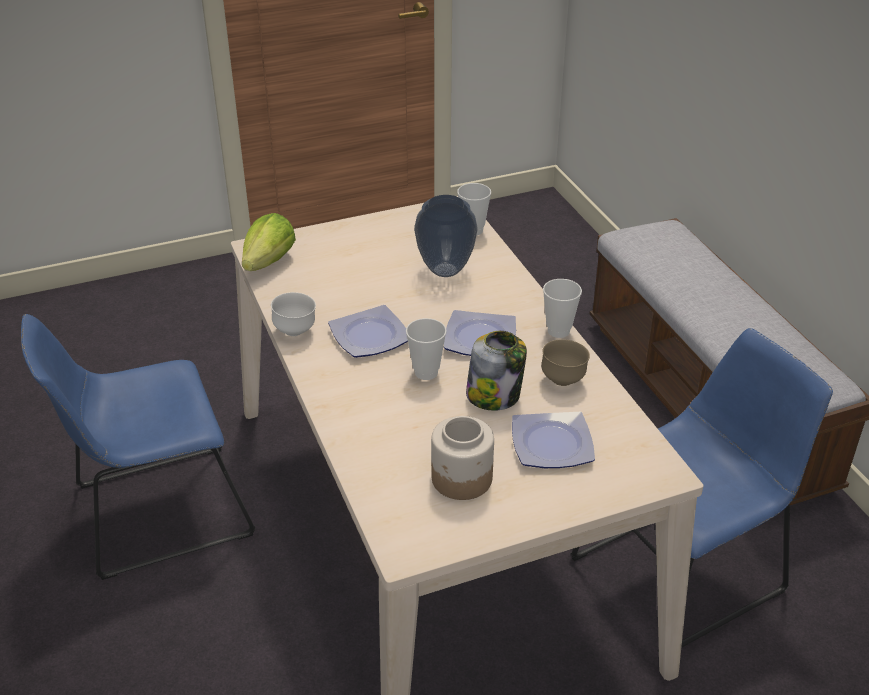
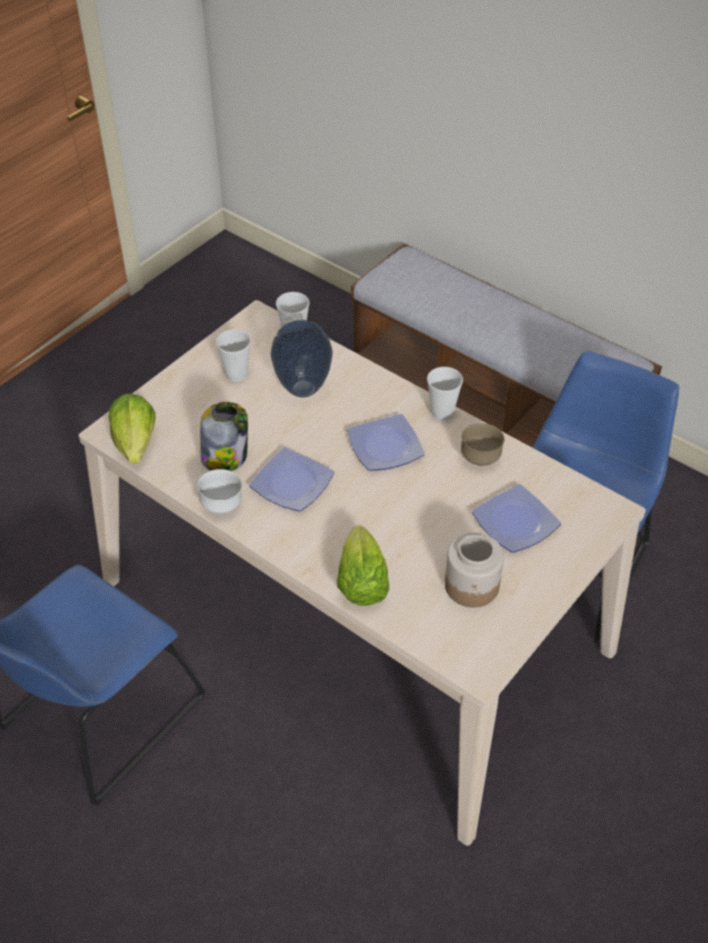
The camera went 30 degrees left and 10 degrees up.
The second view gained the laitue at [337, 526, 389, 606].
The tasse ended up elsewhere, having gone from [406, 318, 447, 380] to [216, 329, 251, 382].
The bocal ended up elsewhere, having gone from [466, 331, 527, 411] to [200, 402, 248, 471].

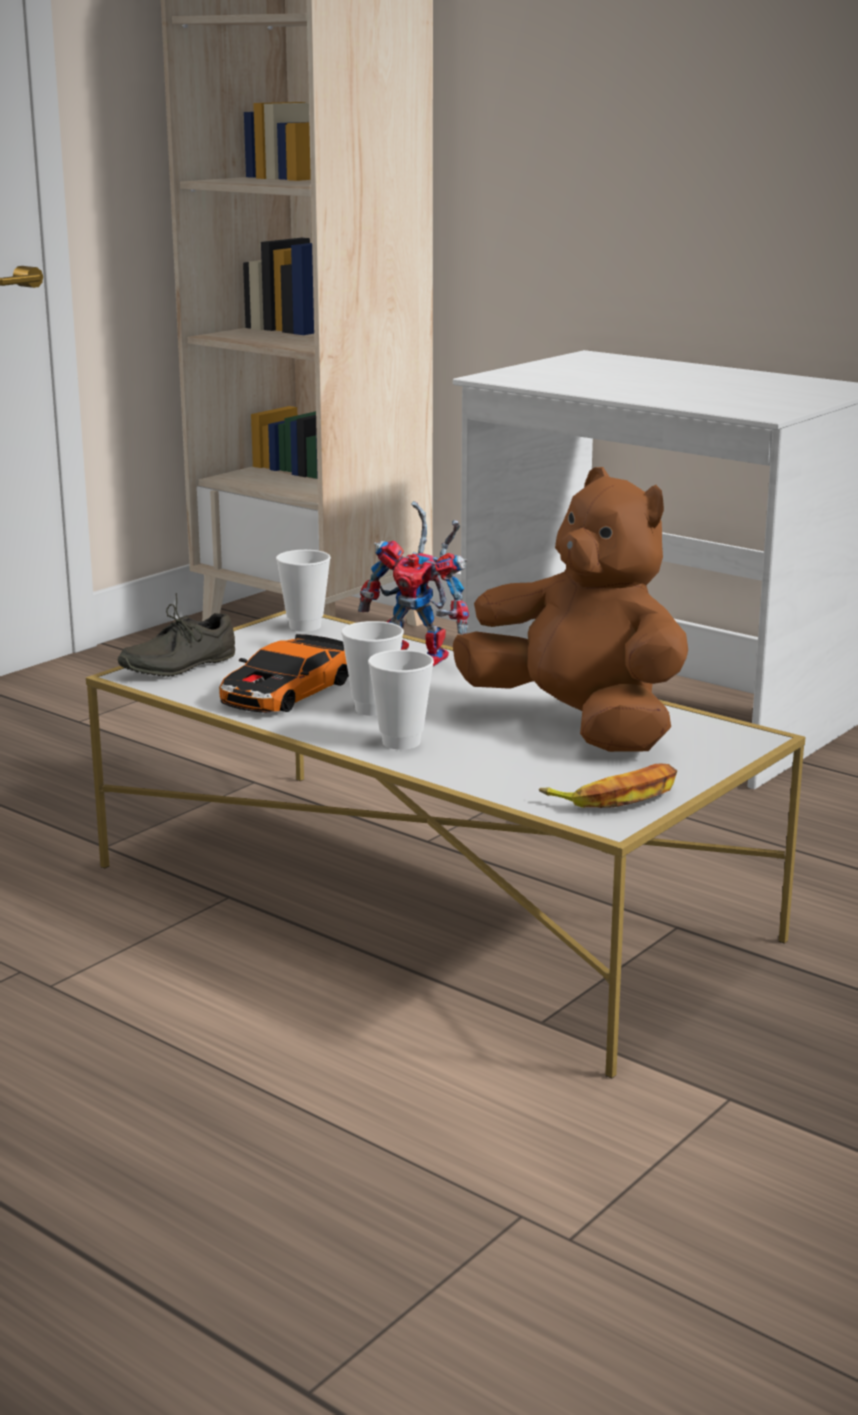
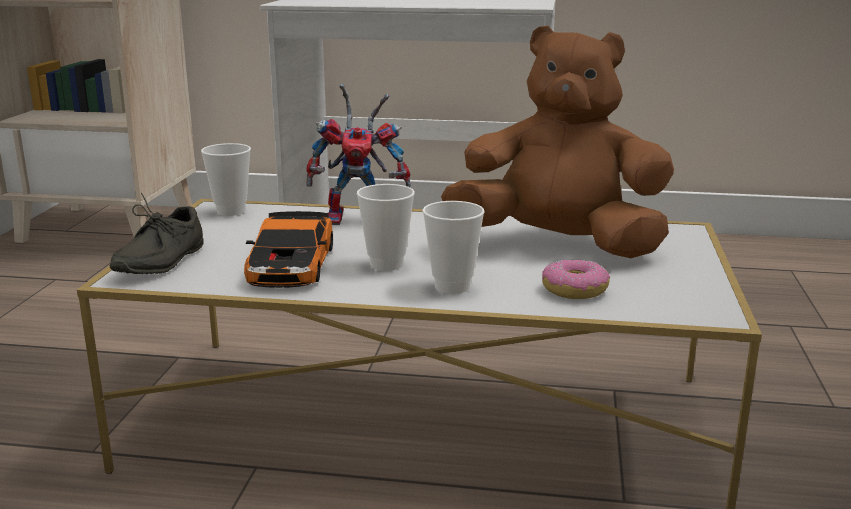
The camera went 30 degrees left and 0 degrees up.
The second view lost the banane at [539, 763, 677, 808].
The second view gained the beignet at [542, 260, 610, 299].

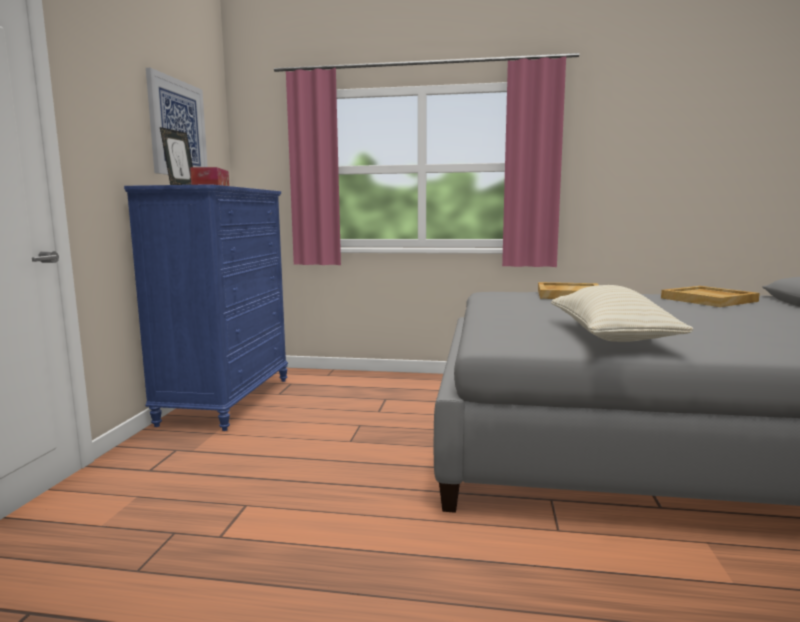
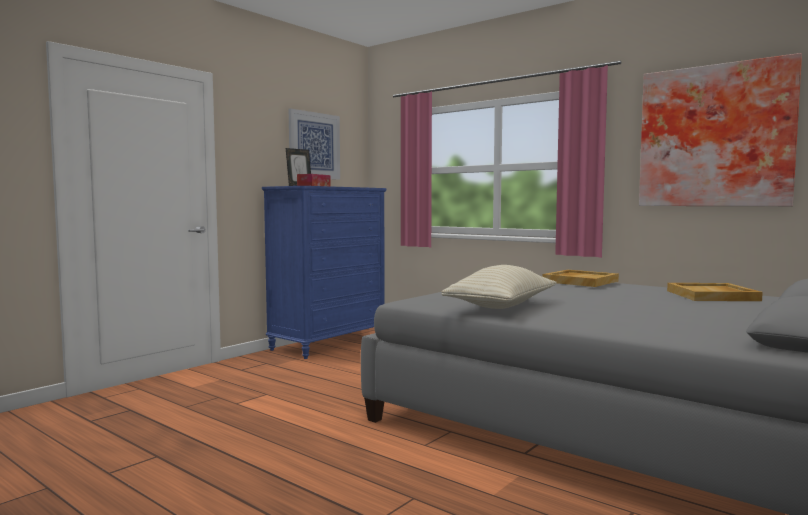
The camera went 30 degrees right and 5 degrees down.
The second view gained the tableau at [639, 53, 802, 206].

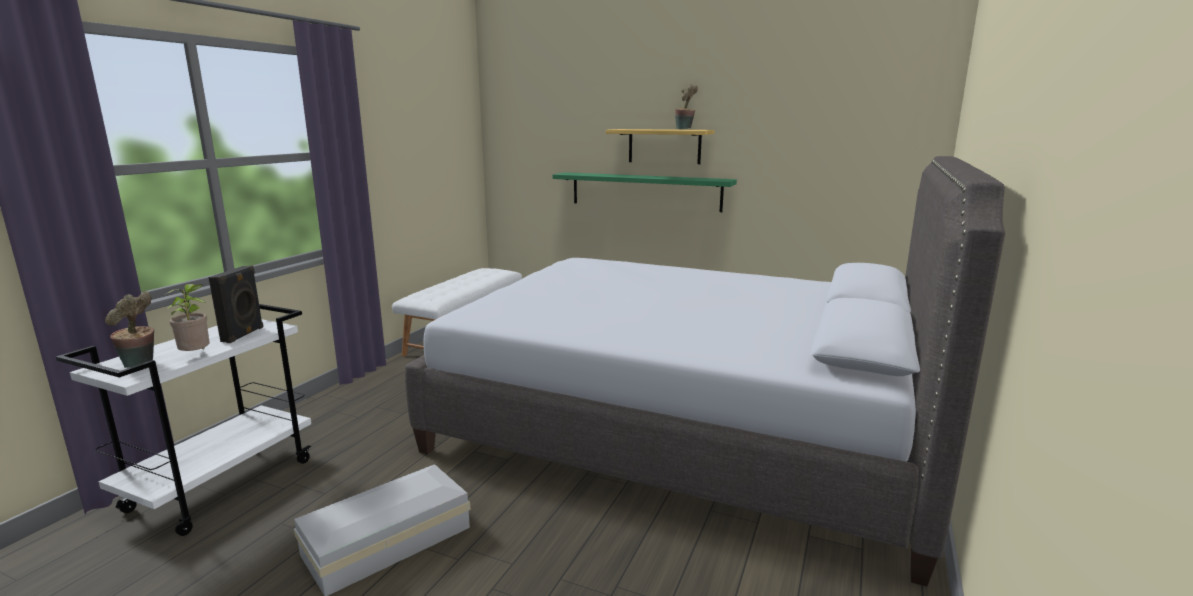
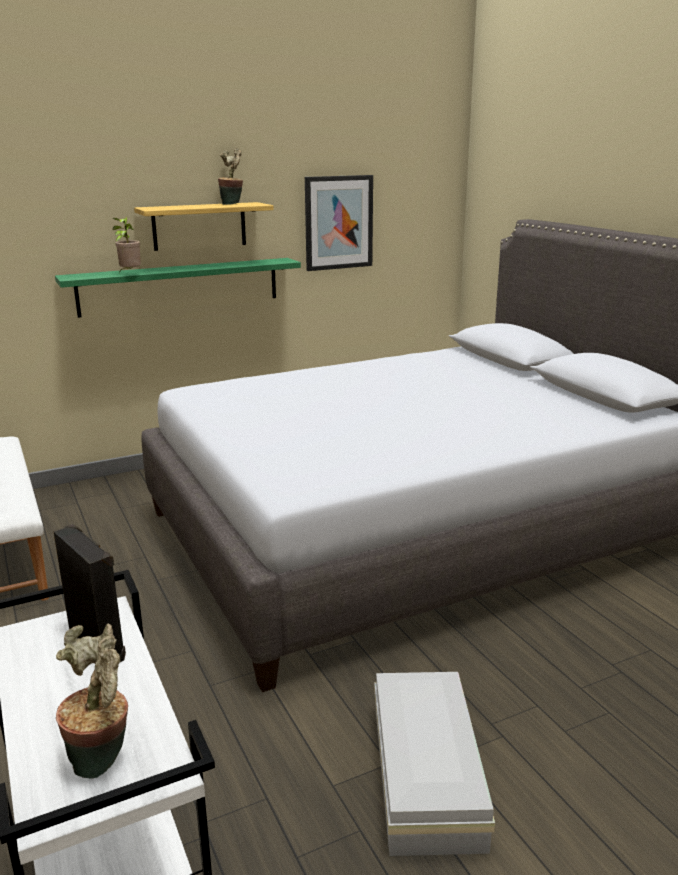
The camera went 50 degrees left and 5 degrees up.
The second view gained the tableau at [305, 175, 373, 271].
The plante en pot ended up elsewhere, having gone from [164, 284, 210, 351] to [113, 216, 141, 273].

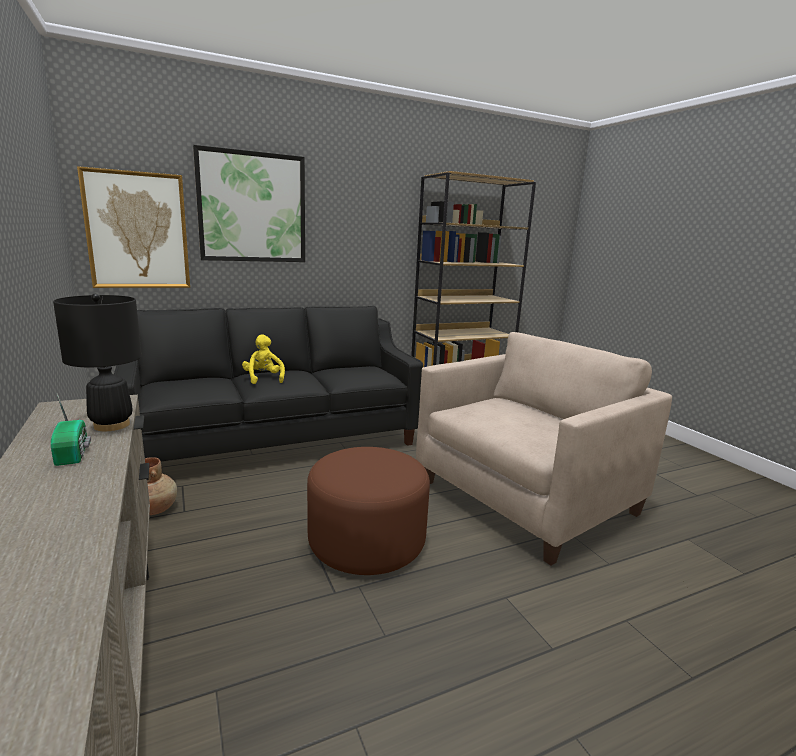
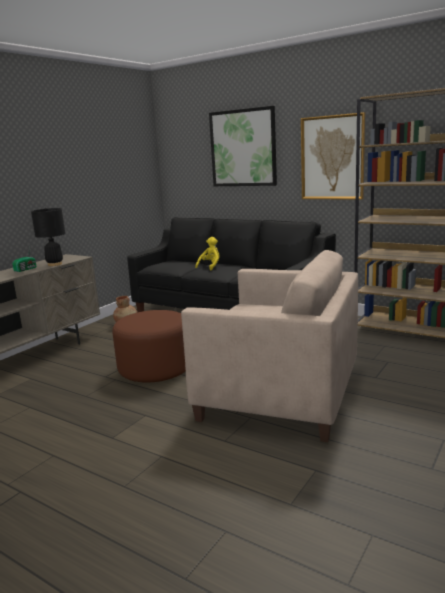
The camera went 60 degrees right and 0 degrees up.
The tableau ended up elsewhere, having gone from [77, 166, 190, 288] to [301, 112, 365, 200].

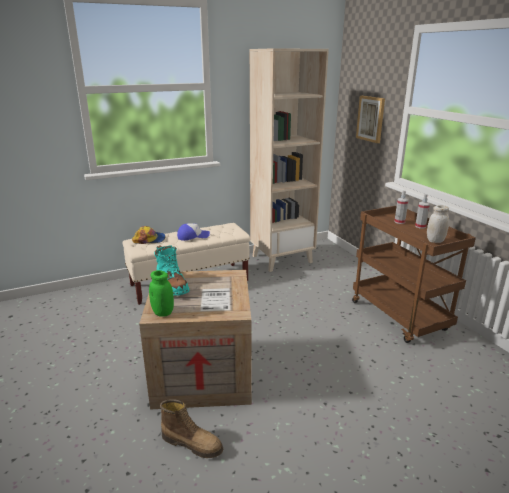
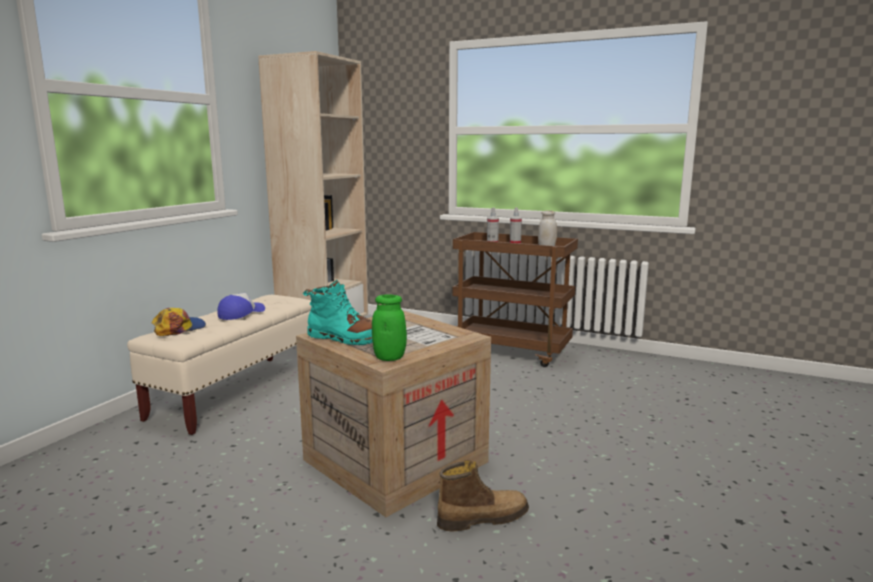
The camera went 40 degrees left and 10 degrees down.
The second view lost the tableau at [356, 96, 385, 143].

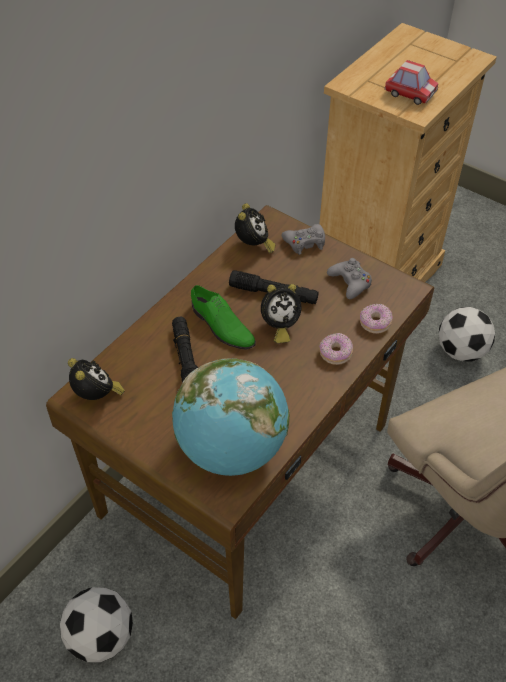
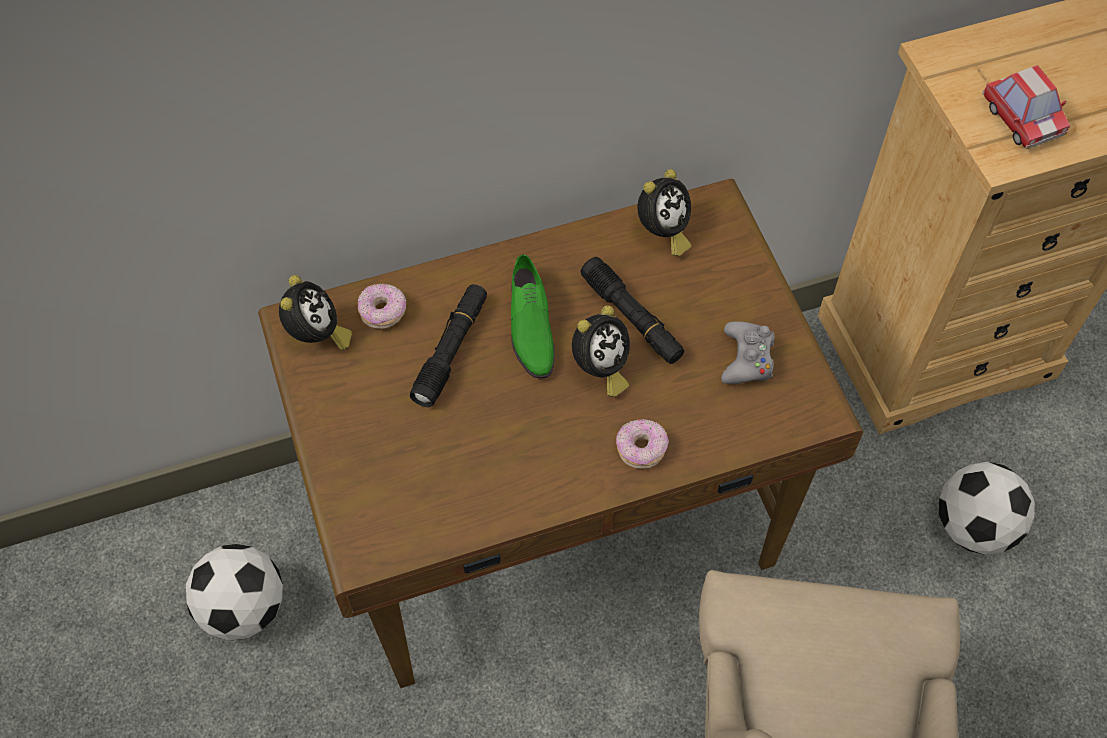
The camera went 35 degrees right and 10 degrees up.
The second view lost the globe at [172, 358, 289, 476].
The second view lost the manette/gris at [282, 224, 325, 255].
The beignet ended up elsewhere, having gone from [360, 304, 393, 334] to [358, 284, 406, 329].
The réveil at [261, 284, 301, 343] ended up facing another way, 60 degrees counterclockwise from before.

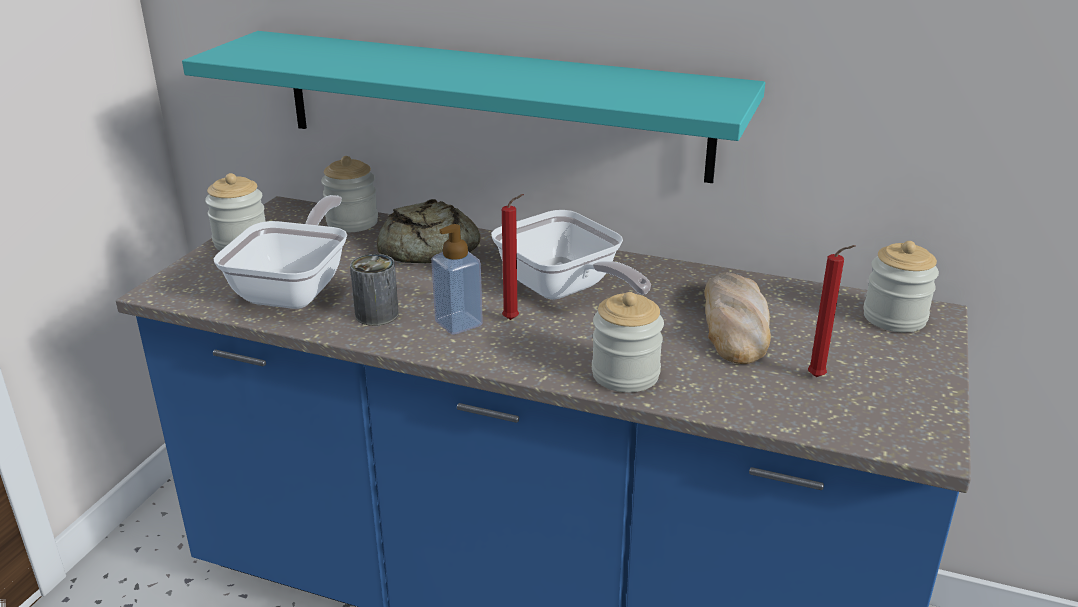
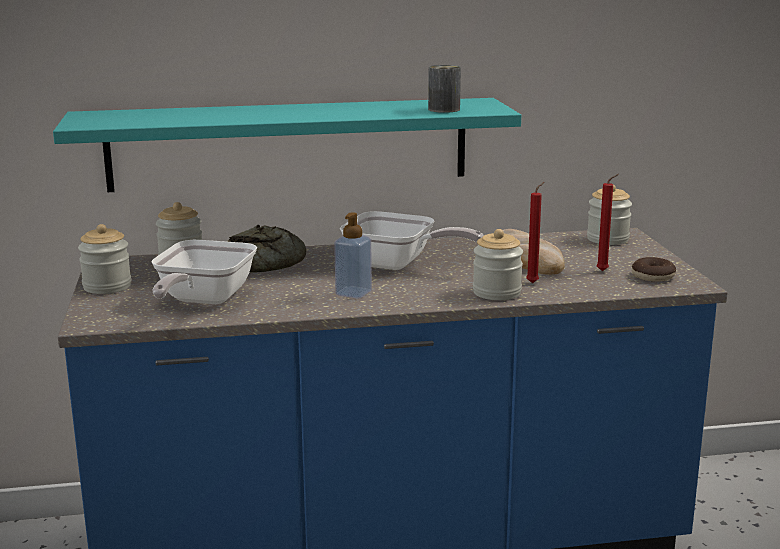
The camera went 30 degrees left and 10 degrees down.
The second view gained the beignet at [632, 257, 676, 282].
The boîte métallique ended up elsewhere, having gone from [350, 254, 399, 326] to [428, 65, 461, 113].
The bougie/rouge ended up elsewhere, having gone from [502, 194, 524, 320] to [526, 182, 544, 283].
The poêle at [213, 195, 347, 309] ended up facing another way, 150 degrees counterclockwise from before.

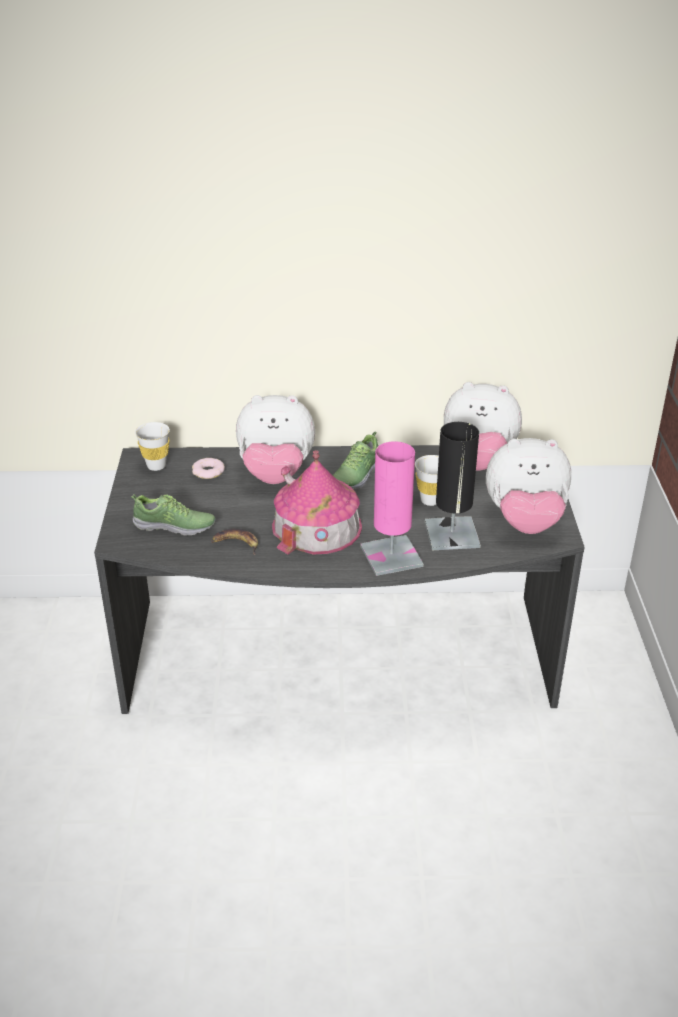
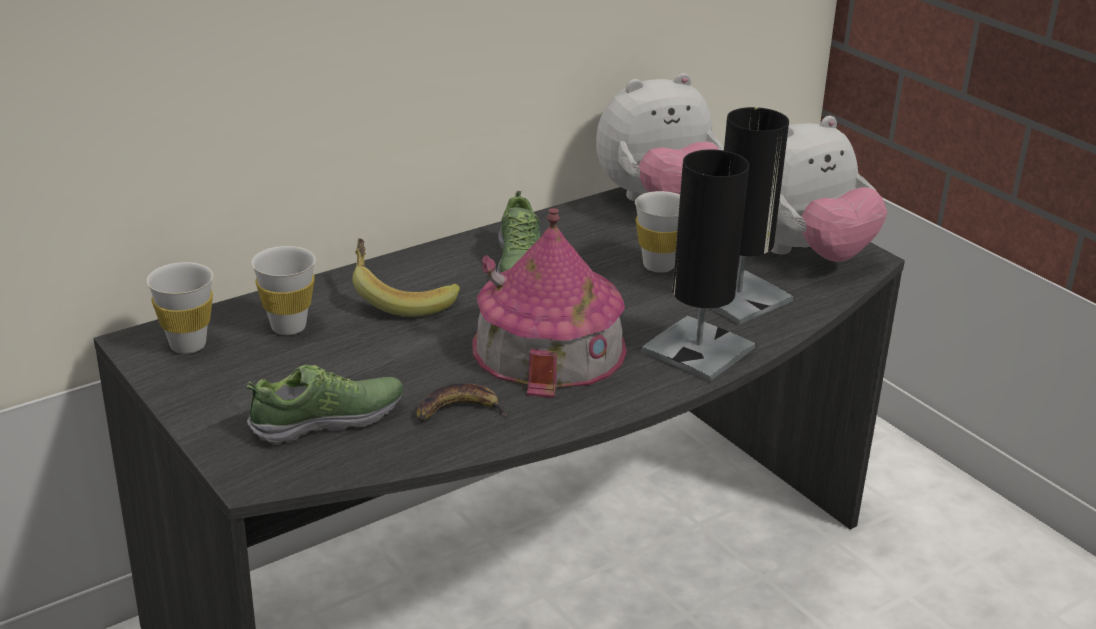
The camera went 35 degrees left and 5 degrees down.
Where the beignet stood at [192, 458, 225, 479], the tasse/blanc came to stand at [251, 246, 316, 335].
Where the peluche stood at [236, 395, 315, 484], the banane came to stand at [352, 238, 460, 317].
What was the lampe de table/rose at [360, 441, 423, 576] turned into the lampe de table/noir at [642, 149, 755, 381].

